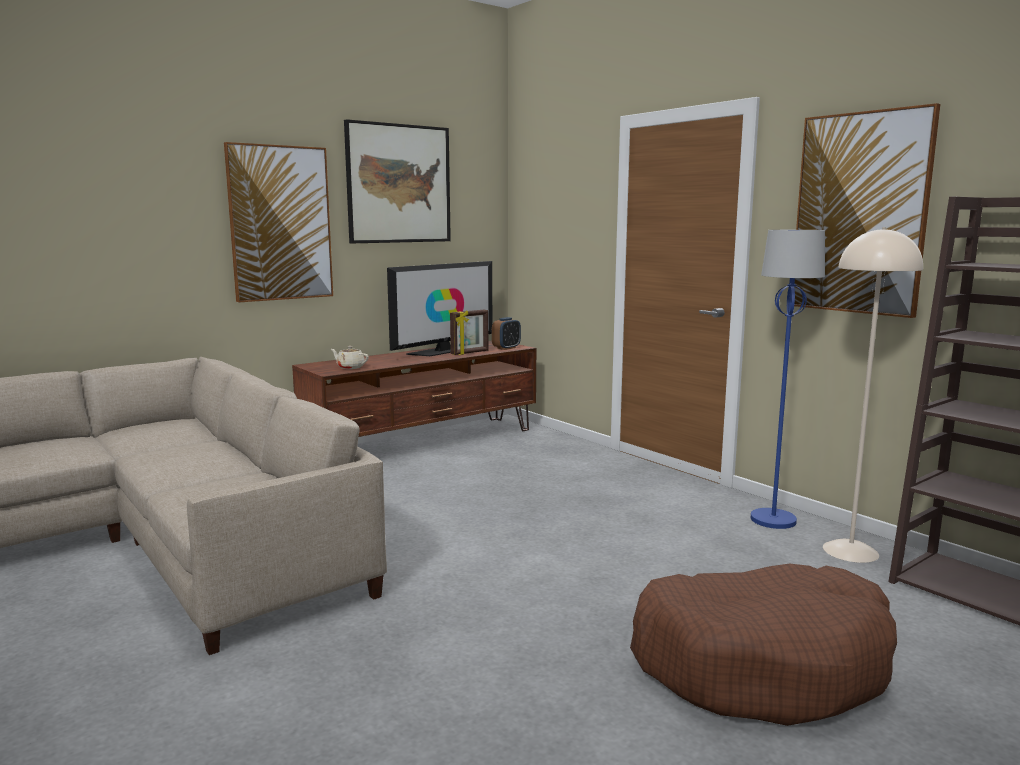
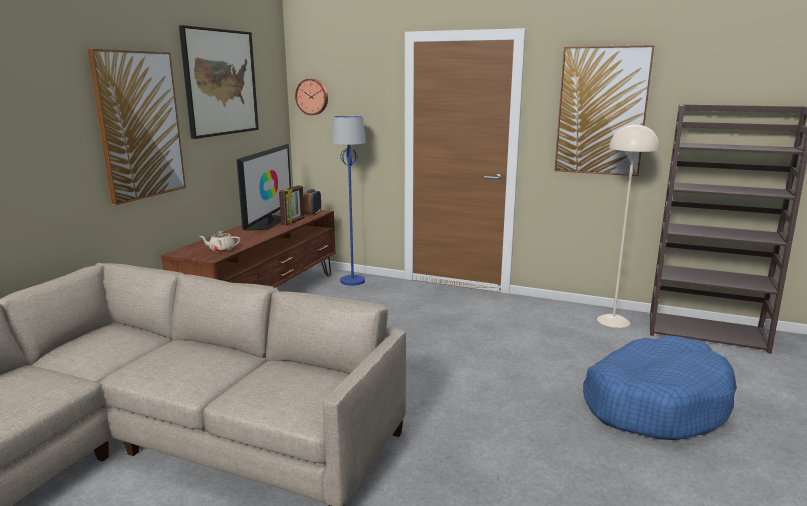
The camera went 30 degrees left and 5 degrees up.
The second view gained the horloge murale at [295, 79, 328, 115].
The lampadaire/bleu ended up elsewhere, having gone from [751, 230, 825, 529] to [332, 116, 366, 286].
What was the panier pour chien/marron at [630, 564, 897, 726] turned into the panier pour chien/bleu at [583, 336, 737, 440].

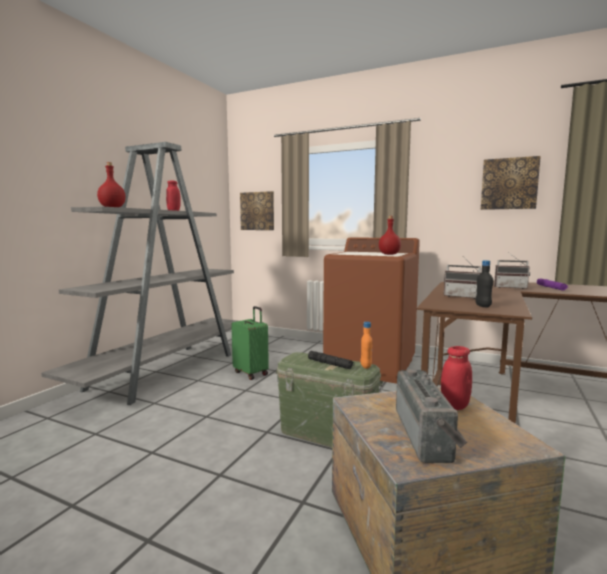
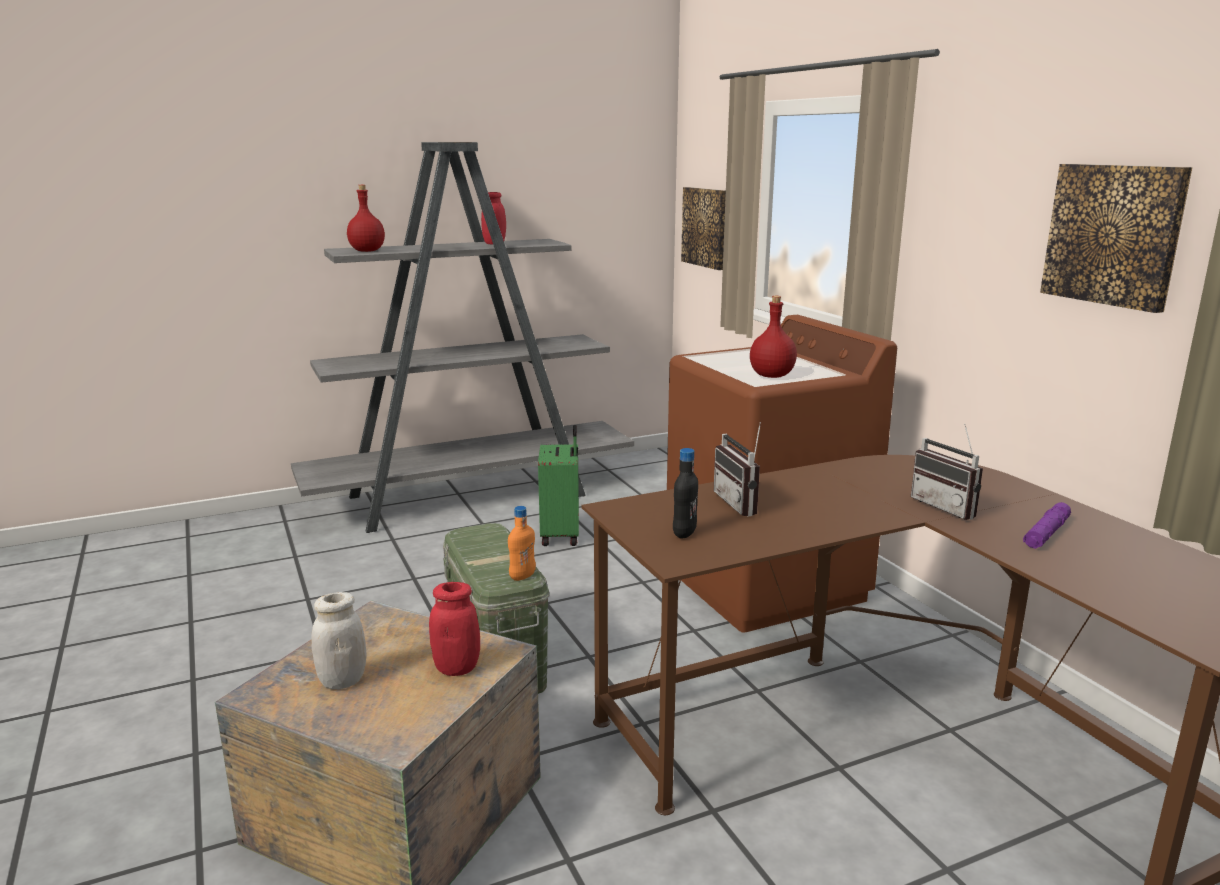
The camera went 40 degrees right and 10 degrees up.
The second view lost the lampe de poche/noir at [308, 351, 354, 369].
Where the radio stood at [396, 369, 467, 463], the bocal/blanc came to stand at [311, 592, 367, 689].

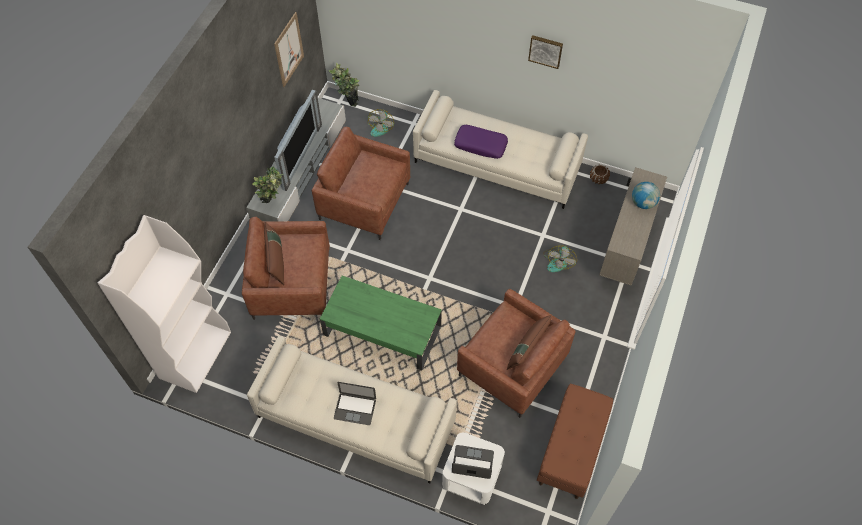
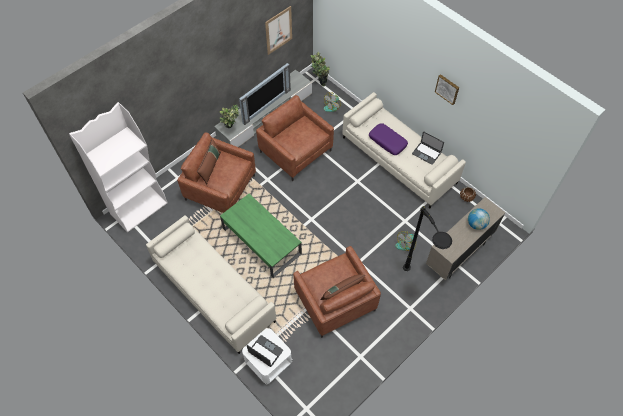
The camera went 25 degrees right and 0 degrees up.
The second view lost the banc/marron at [537, 384, 613, 499].
The second view gained the lampadaire/noir at [403, 206, 452, 271].
The ordinateur portable ended up elsewhere, having gone from [334, 382, 376, 425] to [412, 132, 444, 165].

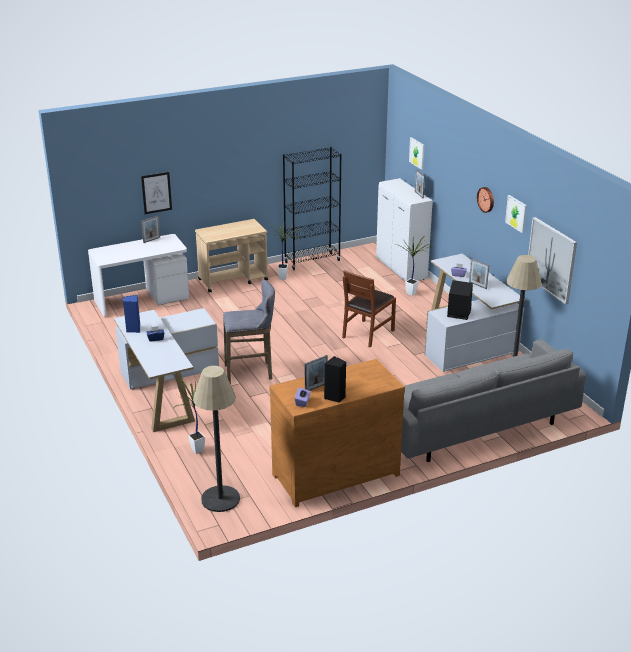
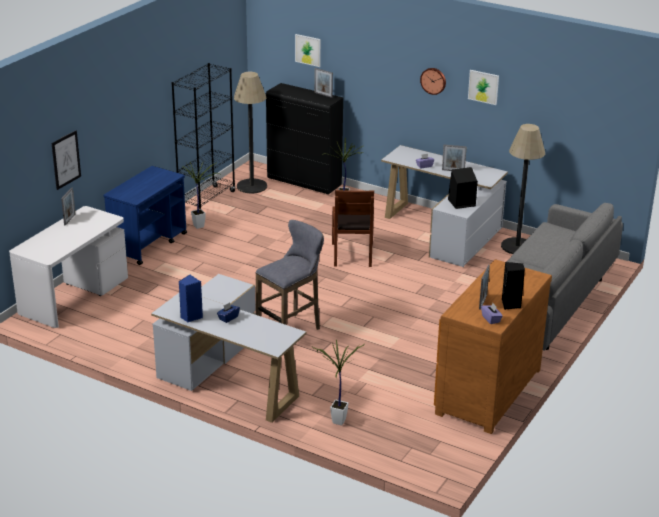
The camera went 35 degrees left and 0 degrees up.
The second view lost the tableau at [528, 217, 577, 305].
The lampadaire ended up elsewhere, having gone from [193, 366, 240, 512] to [234, 72, 267, 194].
What was the chariot/beige at [195, 219, 268, 293] turned into the chariot/bleu at [103, 166, 187, 265].
What was the meuble de rangement/blanc at [376, 178, 433, 282] turned into the meuble de rangement/noir at [266, 83, 343, 195].

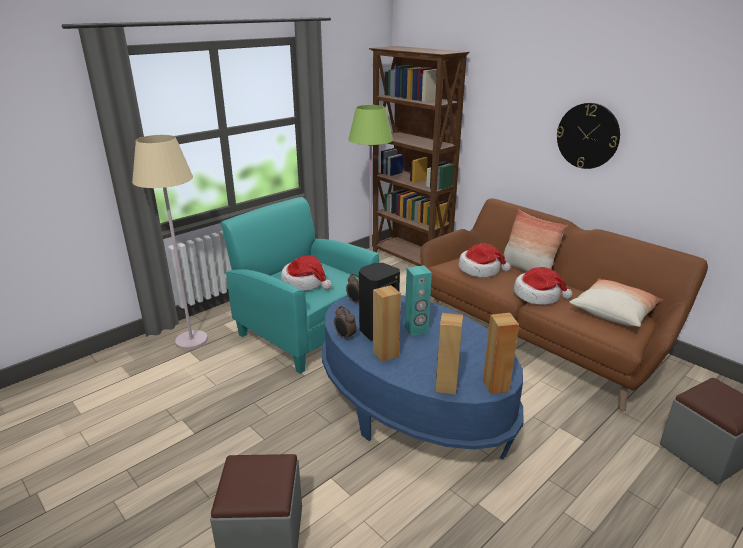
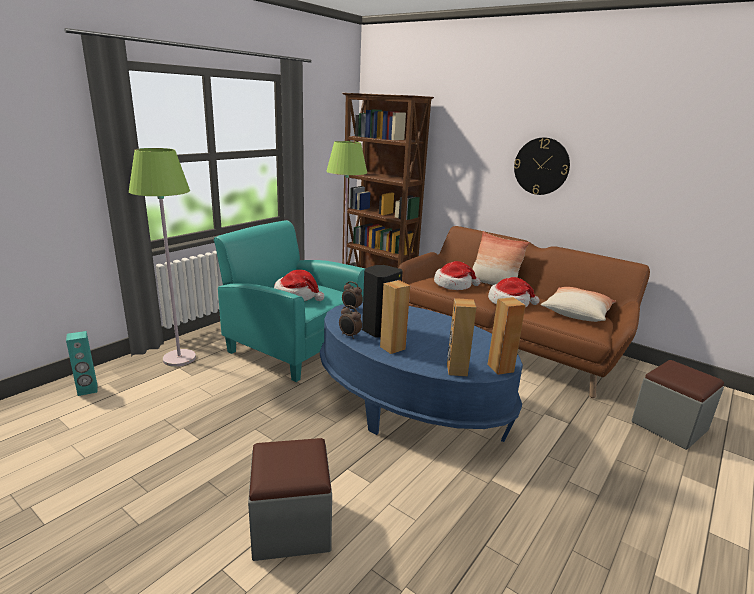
The camera went 10 degrees left and 5 degrees down.
The enceinte/turquoise ended up elsewhere, having gone from [405, 265, 432, 336] to [66, 331, 97, 396].
What was the lampadaire/beige at [132, 135, 208, 350] turned into the lampadaire/vert at [129, 148, 196, 367].

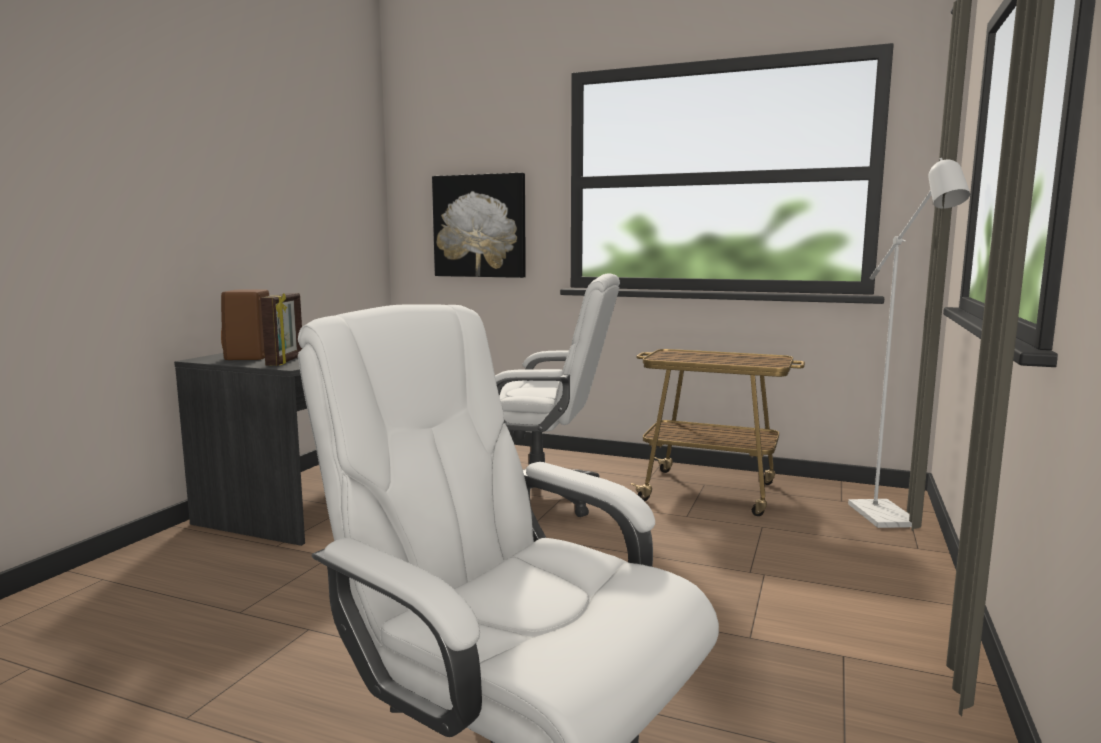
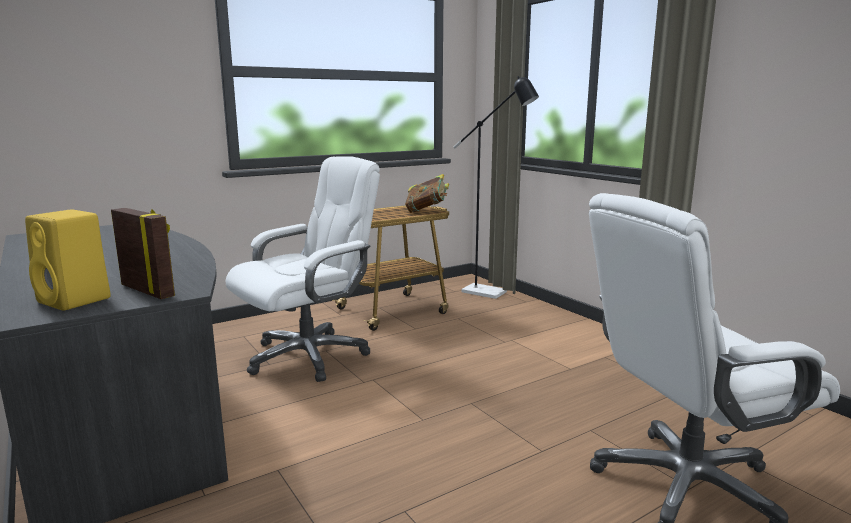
The camera went 55 degrees left and 5 degrees up.
The second view lost the tableau at [432, 172, 526, 278].
The second view gained the livre at [405, 174, 449, 213].
What was the enceinte/marron at [221, 290, 269, 360] turned into the enceinte/jaune at [25, 209, 111, 310].
What was the lampadaire/blanc at [848, 158, 970, 528] turned into the lampadaire/noir at [454, 76, 539, 299].

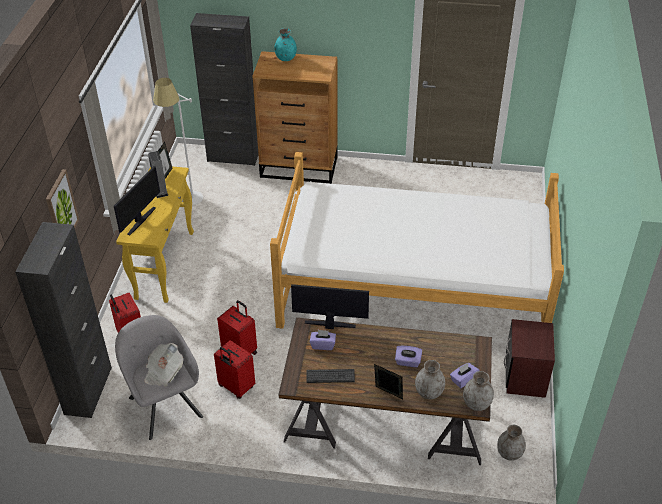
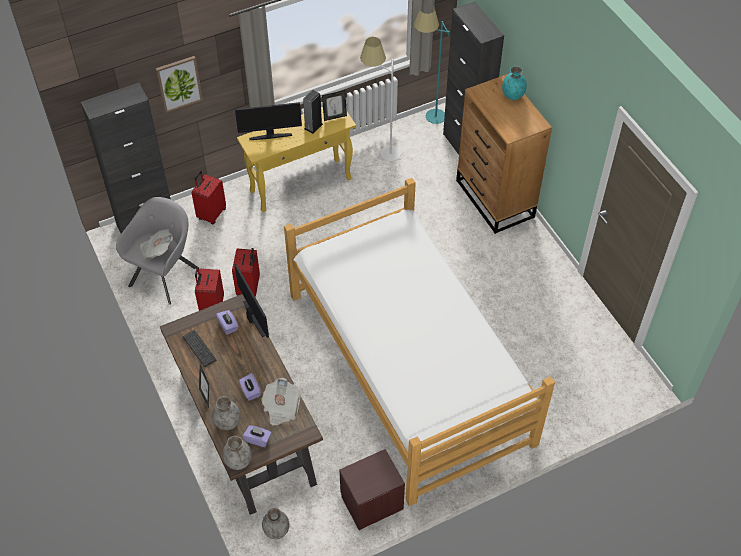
The camera went 55 degrees right and 10 degrees up.
The second view gained the journal at [261, 378, 301, 426].
The second view gained the lampadaire/turquoise at [414, 5, 450, 124].

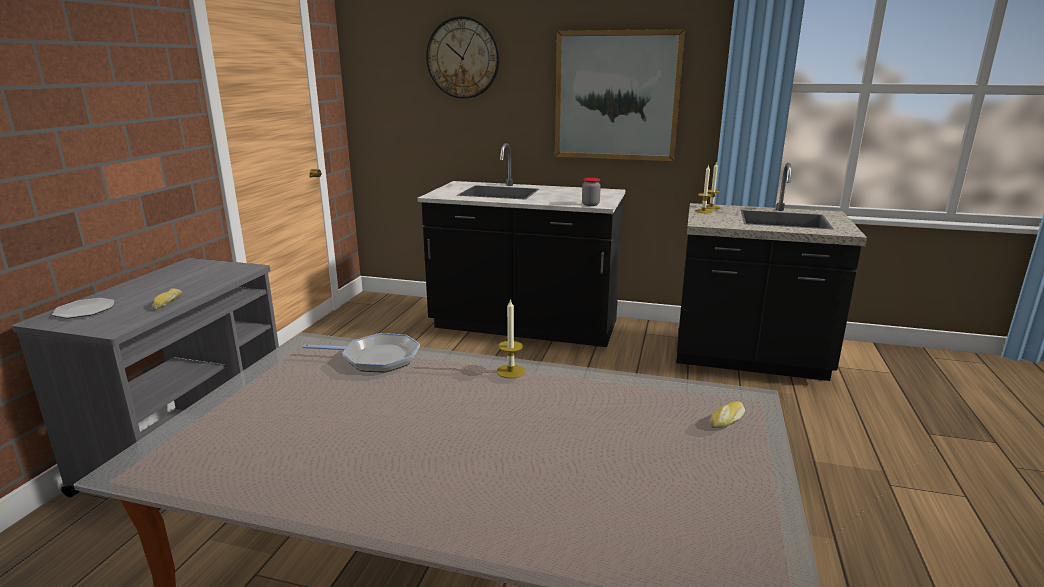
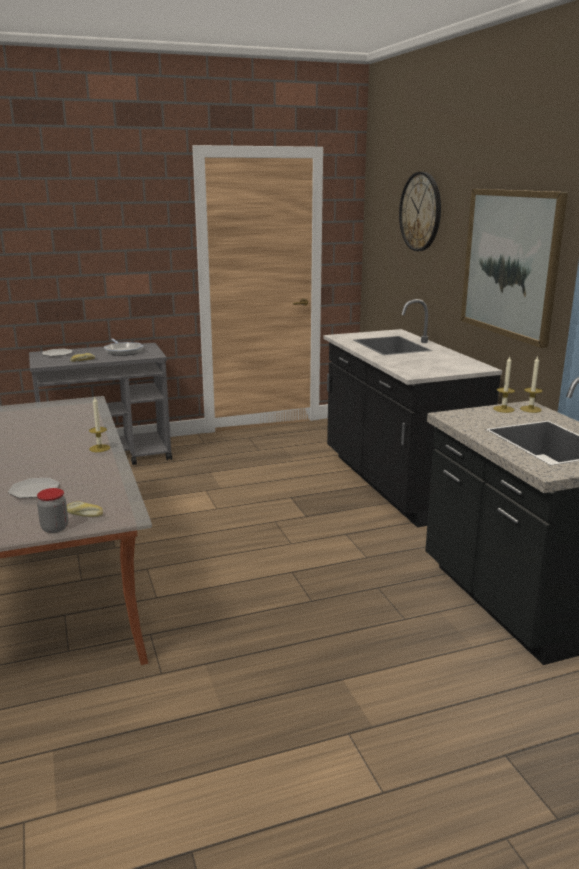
The camera went 55 degrees right and 0 degrees up.
The second view gained the assiette at [8, 478, 60, 498].
The poêle ended up elsewhere, having gone from [303, 333, 420, 372] to [104, 339, 143, 356].
The bocal ended up elsewhere, having gone from [582, 178, 601, 206] to [37, 488, 68, 533].

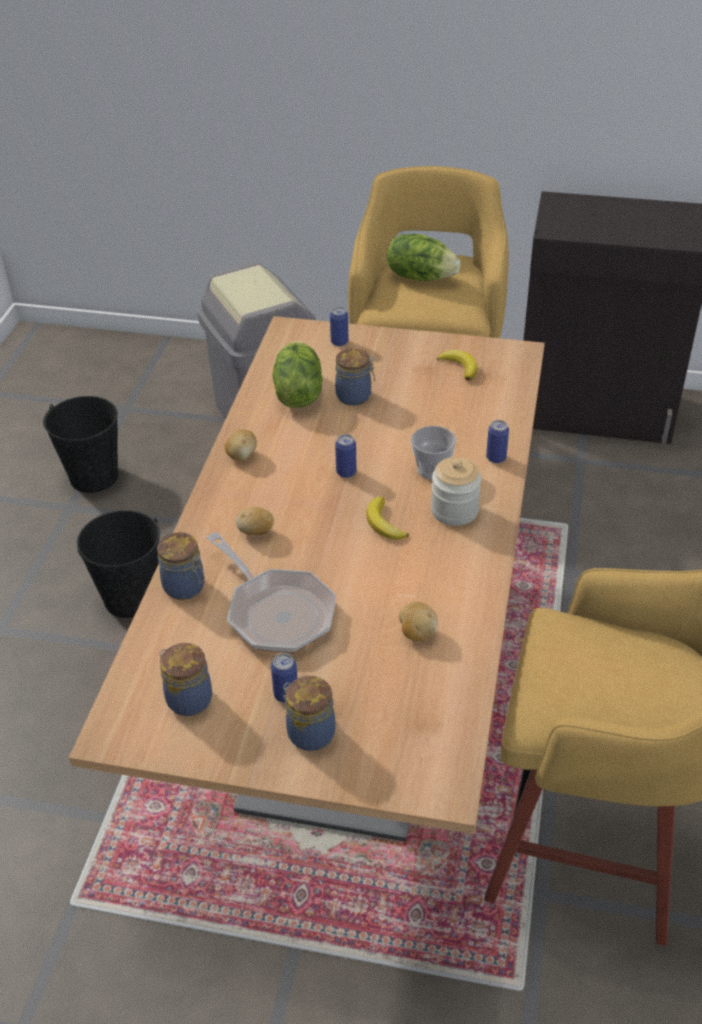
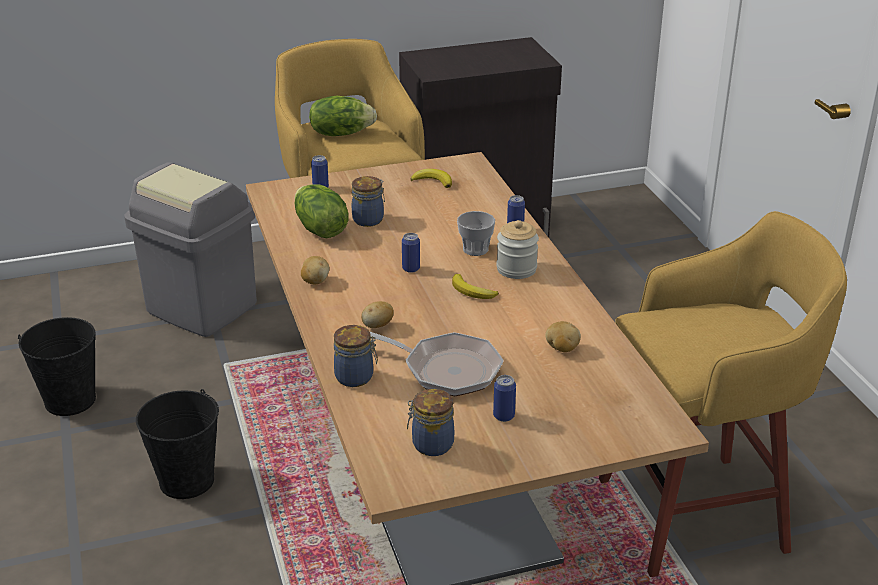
The camera went 30 degrees left and 10 degrees down.
The second view lost the bocal at [283, 676, 336, 751].

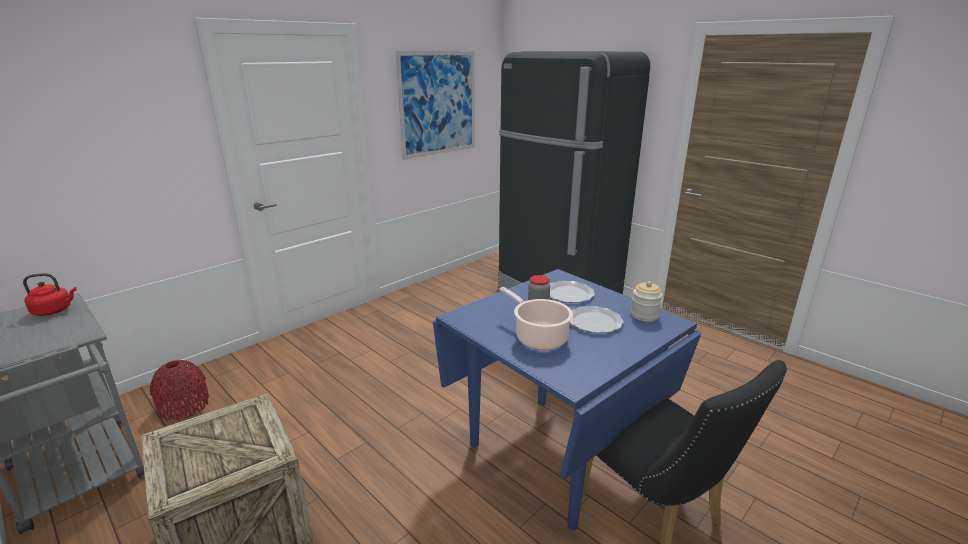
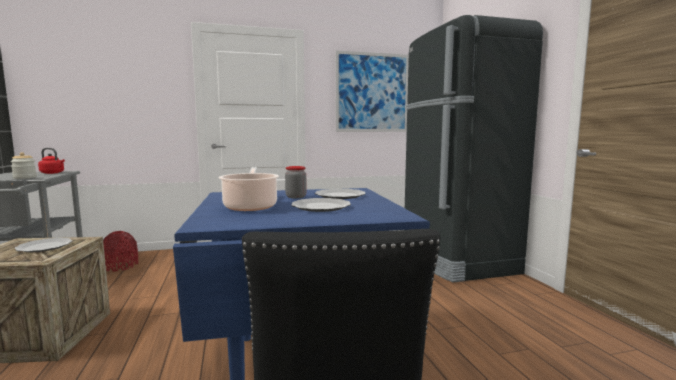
The camera went 30 degrees right and 15 degrees down.
The second view gained the assiette at [14, 238, 72, 252].
The bocal ended up elsewhere, having gone from [631, 281, 663, 322] to [11, 152, 37, 179].

